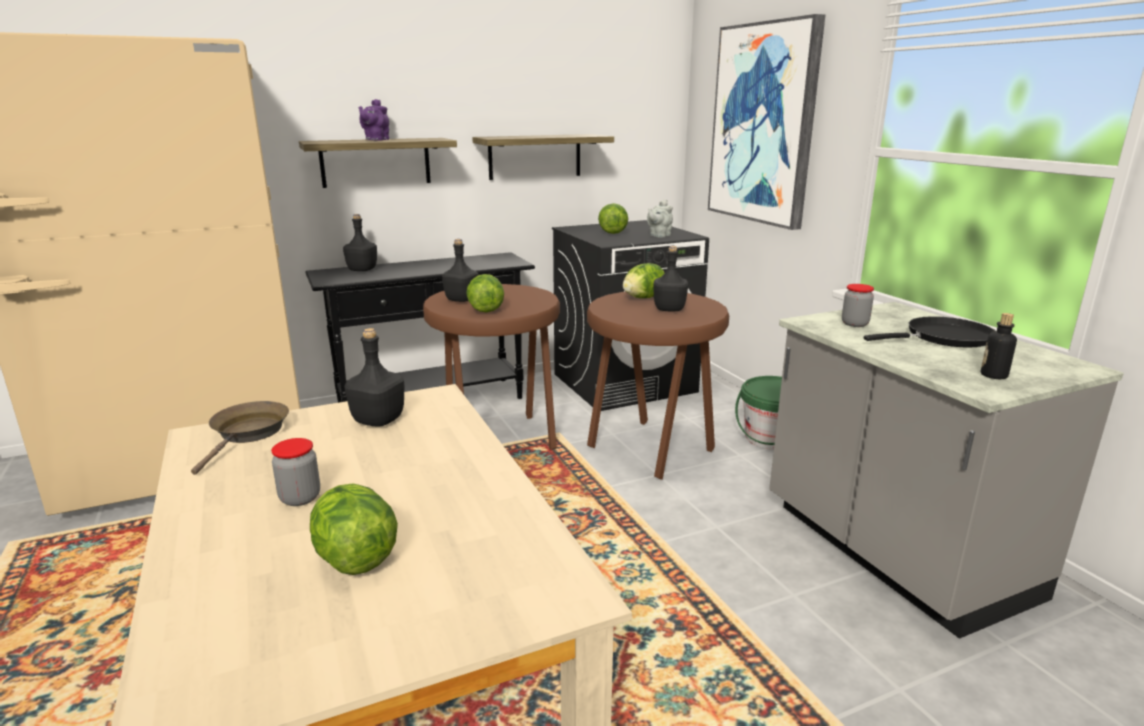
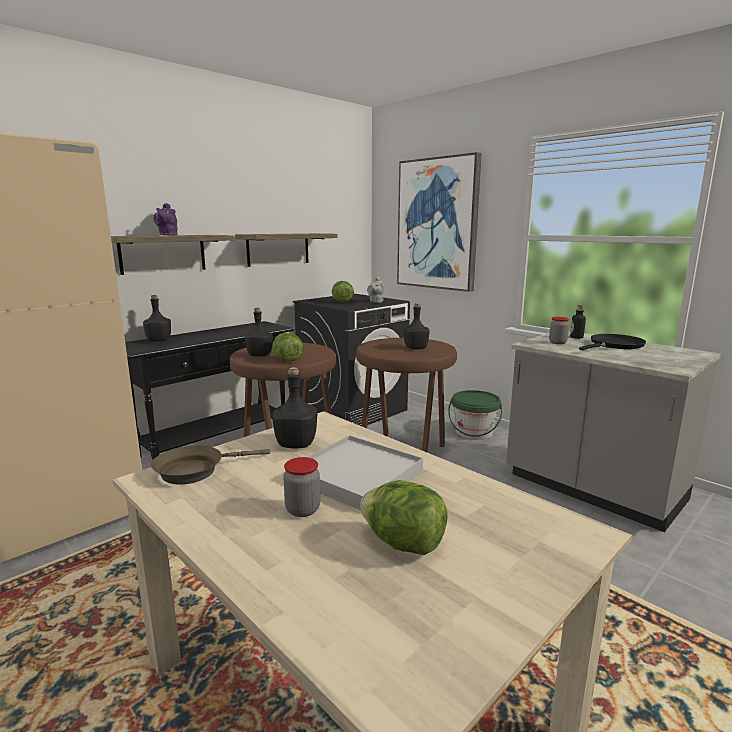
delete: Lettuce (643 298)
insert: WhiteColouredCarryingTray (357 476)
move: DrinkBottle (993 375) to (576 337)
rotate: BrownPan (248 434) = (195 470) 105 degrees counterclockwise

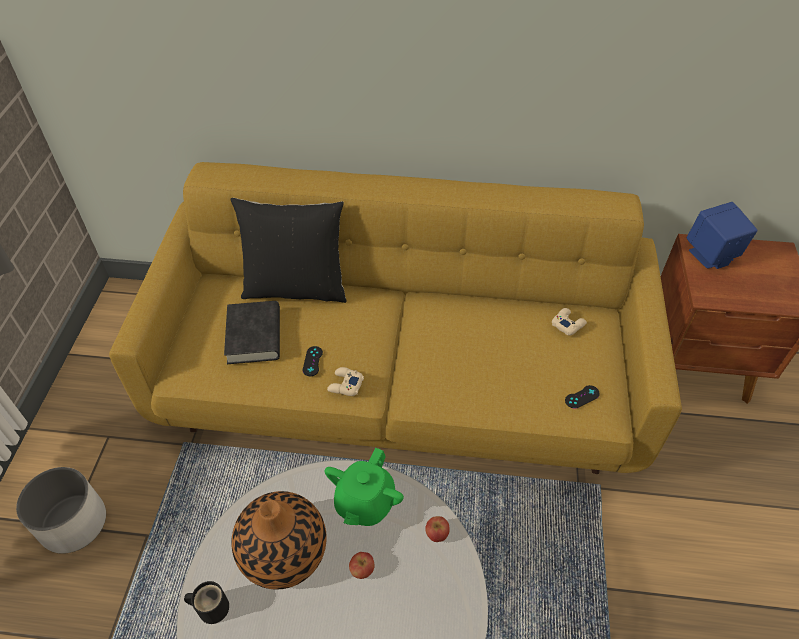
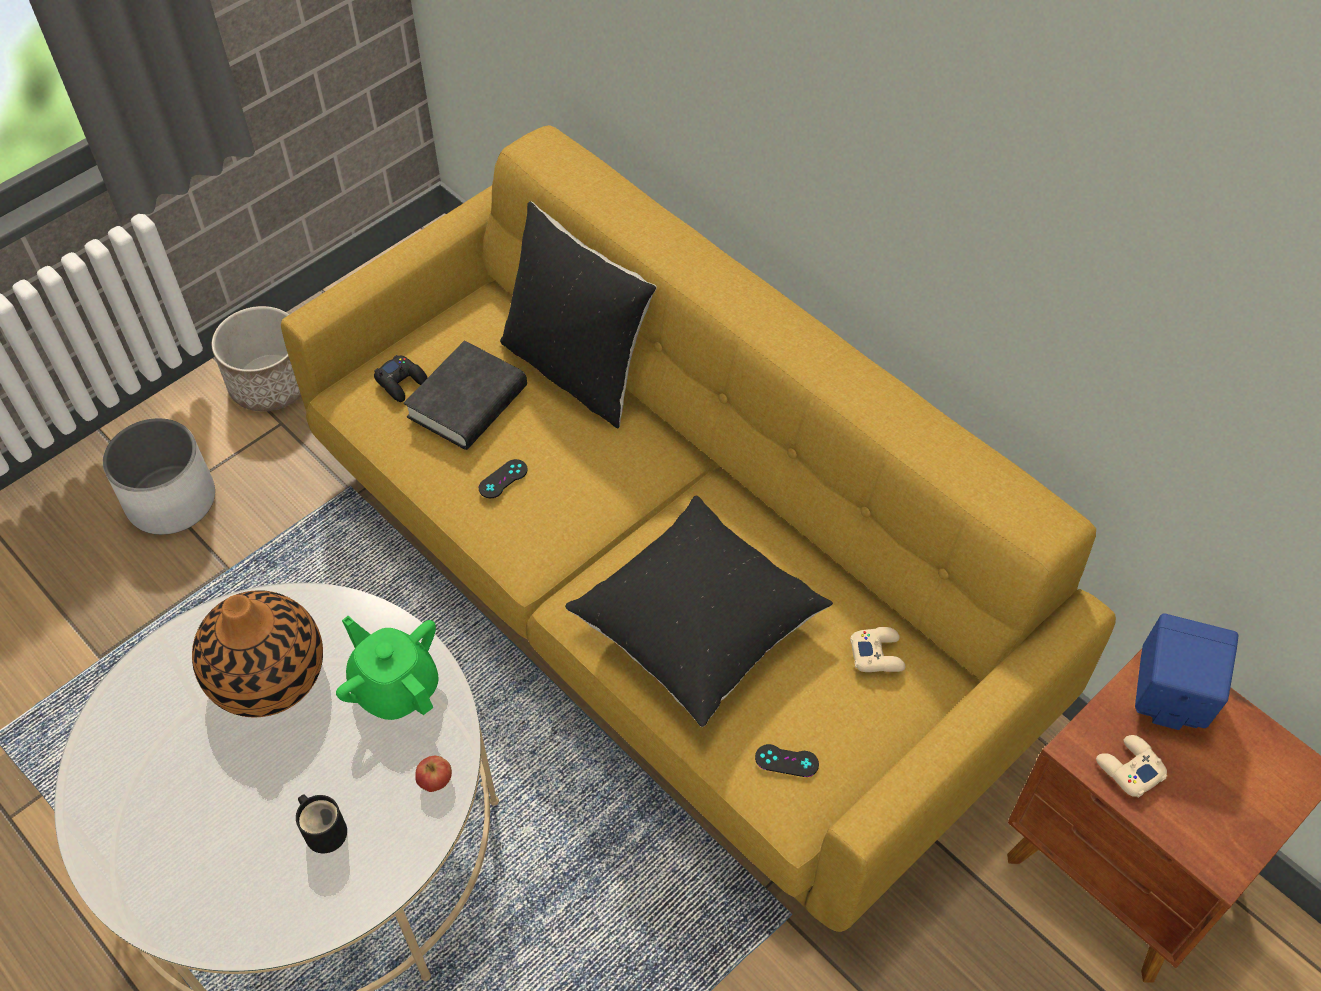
delete: WholeApple (362 570)
insert: PlantPot (271 383); BlackishJoypad (402 382); BlackishThrowPillow (698 626)
move: BlackishMug (211 606) to (325 829); BeigeJoypad (345 385) to (1129 769)
rotate: GreenColouredTeaPot (364 503) = (395 687) 75 degrees clockwise

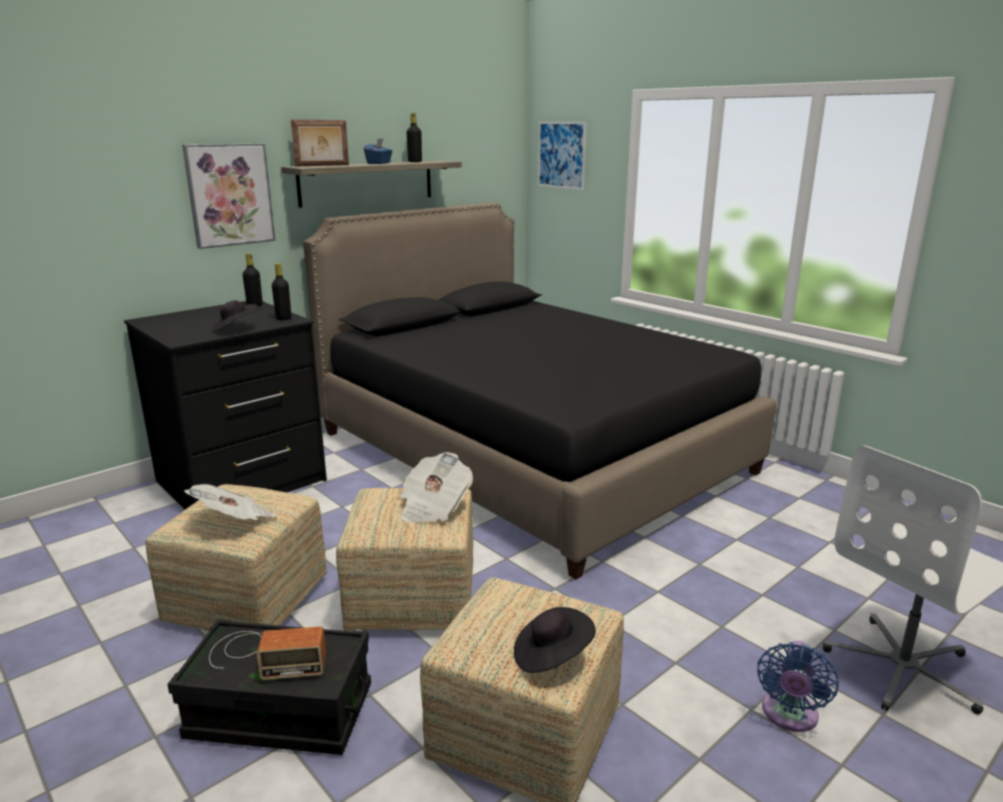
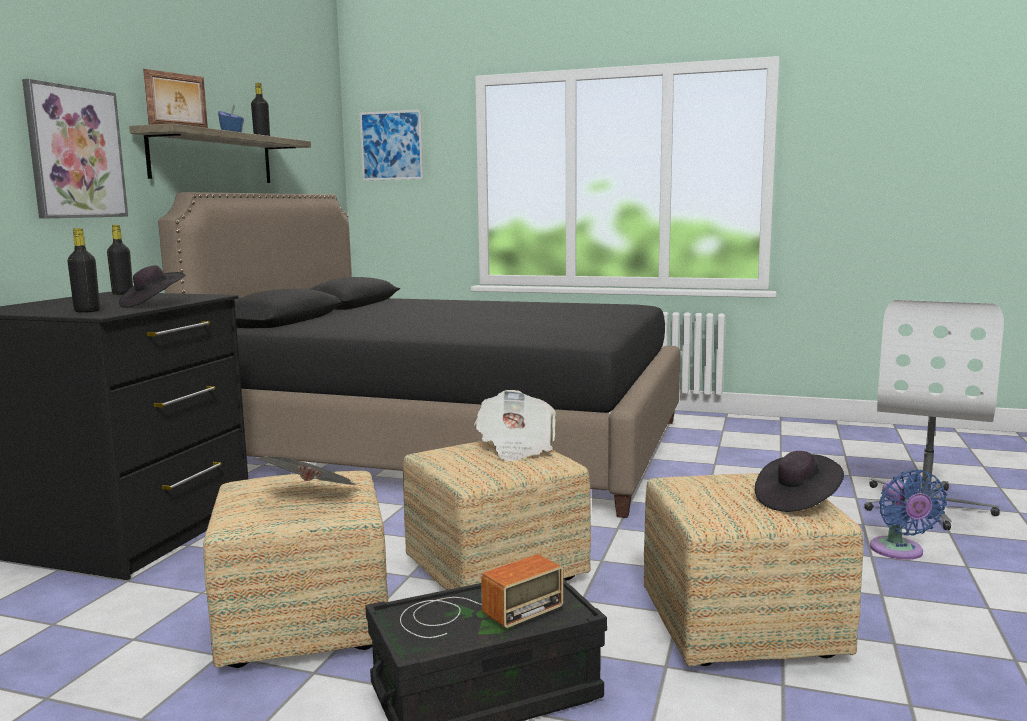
move: BlackishDrinkBottle (283 318) to (87 311)

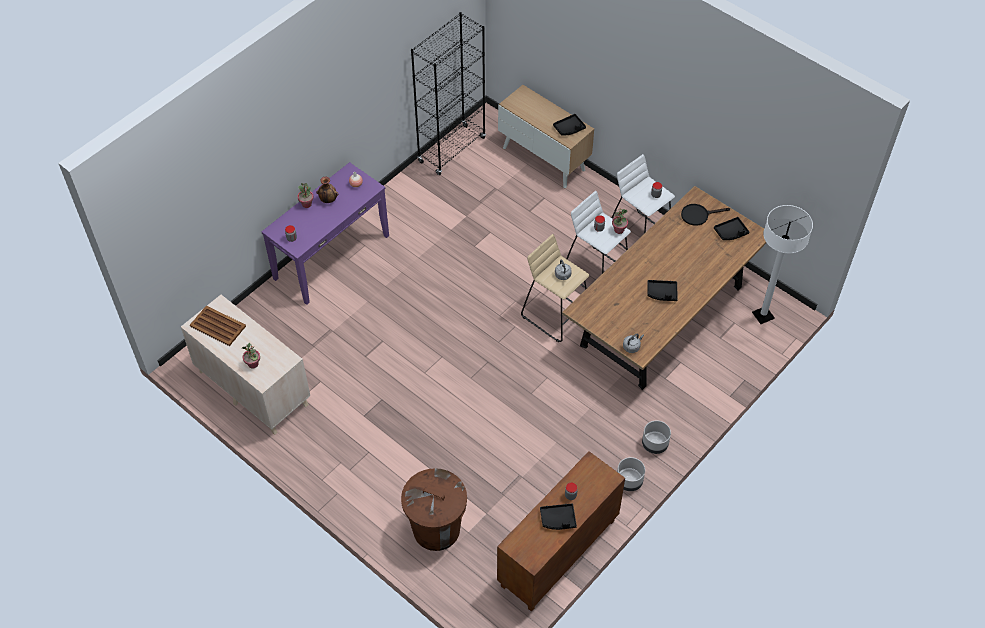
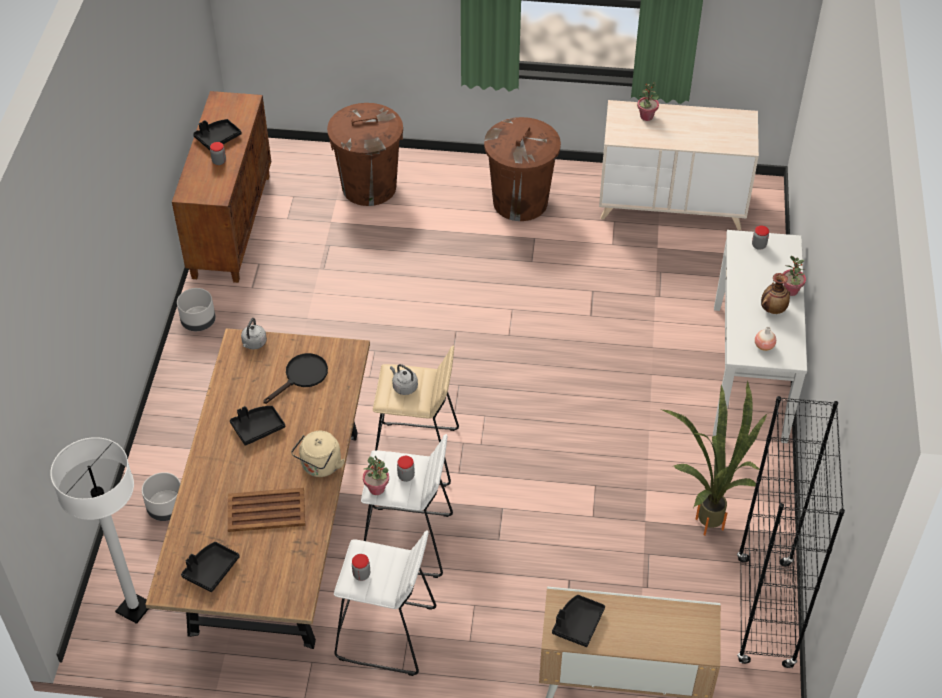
insert: BeigeKettle (320 466); BrownRubbishBin (520 202); Houseplant (708 516)
move: GrayPlantPot (655 444) to (166 508); BrownCarryingTray (217 326) to (267 510); BlackishPan (698 215) to (302 376)
recolor: PurpleConsoleTable (331 256) to WhiteColouredConsoleTable (750 372)

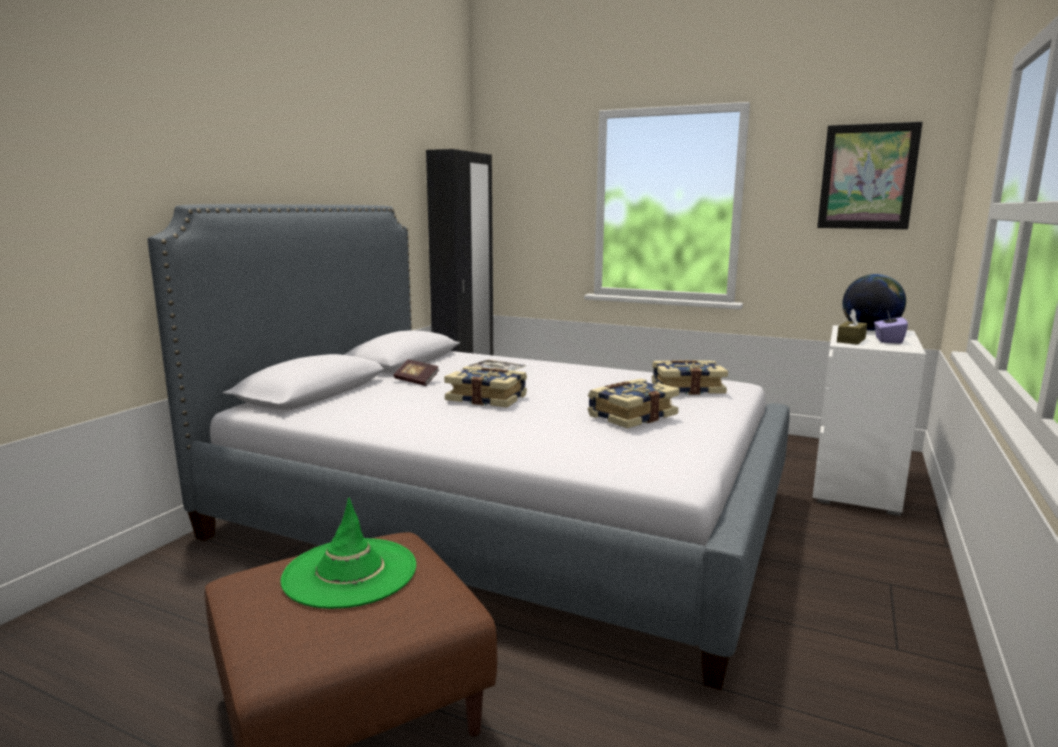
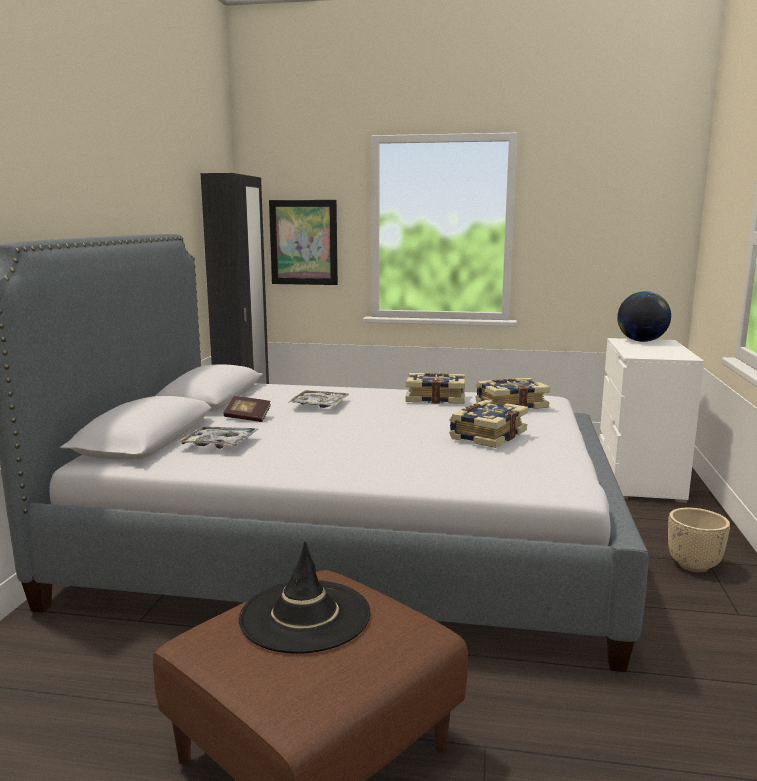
delete: BrownTissueBox (851 340); PurpleTissueBox (887 340)
insert: CarryingTray (219 444); BeigePlantPot (694 565)
move: Picture (867 177) to (303 242); Book (487 398) to (435 398)
recolor: GreenColouredWearableHat (350 573) to BlackishWearableHat (305 616)

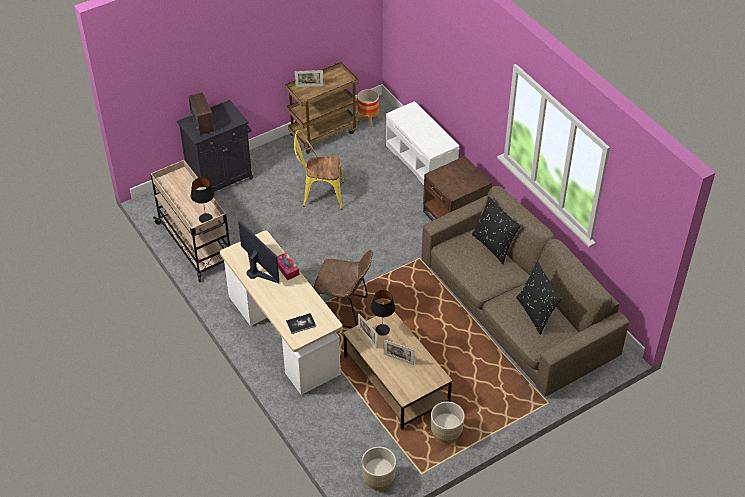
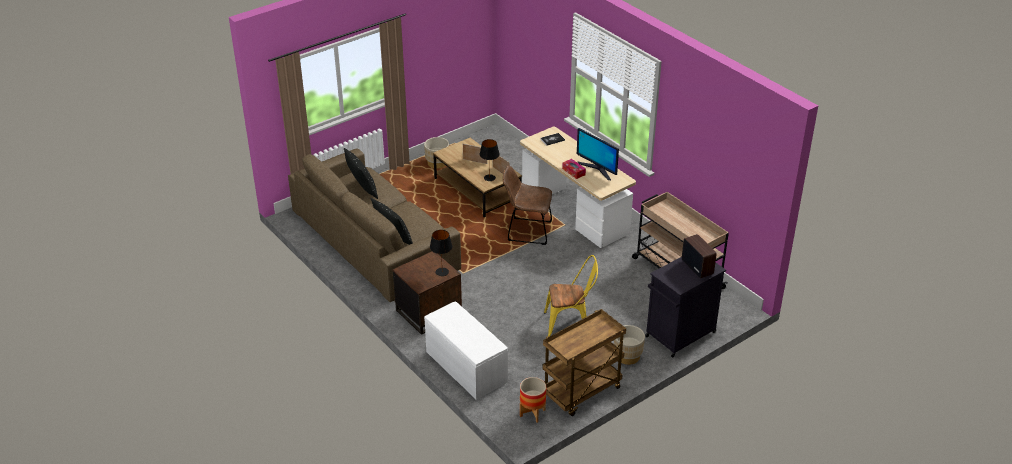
delete: PictureFrame (309 86)
move: BlackishTableLamp (205 218) to (442 272); BeigePlantPot (378 478) to (627 356)

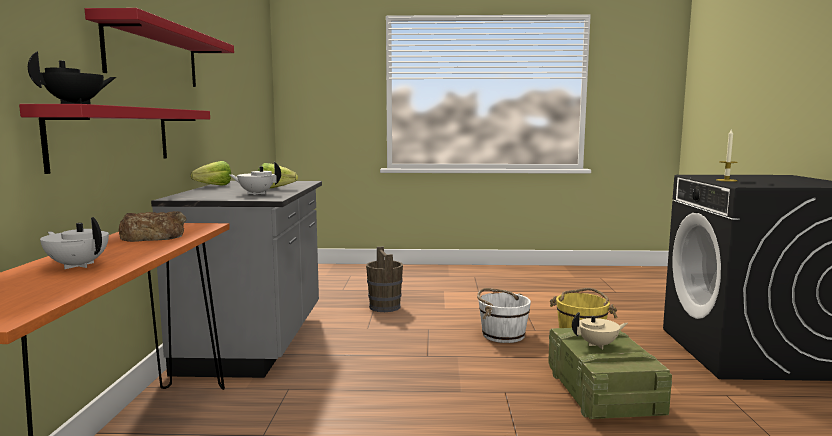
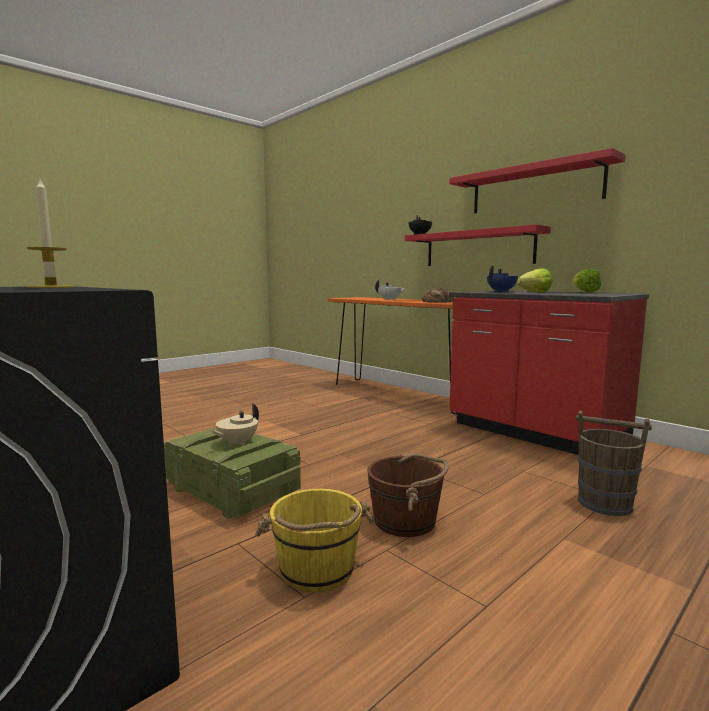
recolor: WhiteColouredPail (502 335) to BrownPail (406 521); GrayKitchenBaseUnit (256 341) to RedKitchenBaseUnit (535 433); WhiteColouredTeaPot (256 193) to BlueColouredTeaPot (502 292)

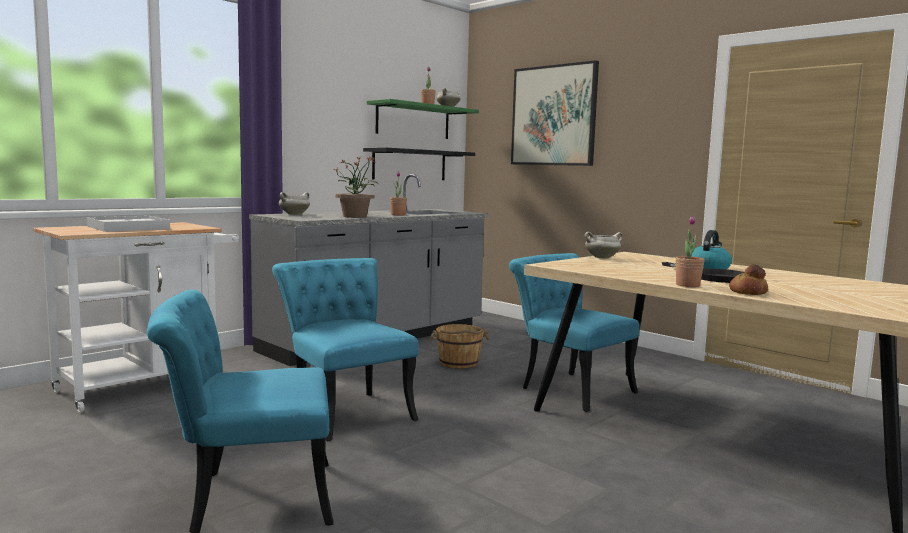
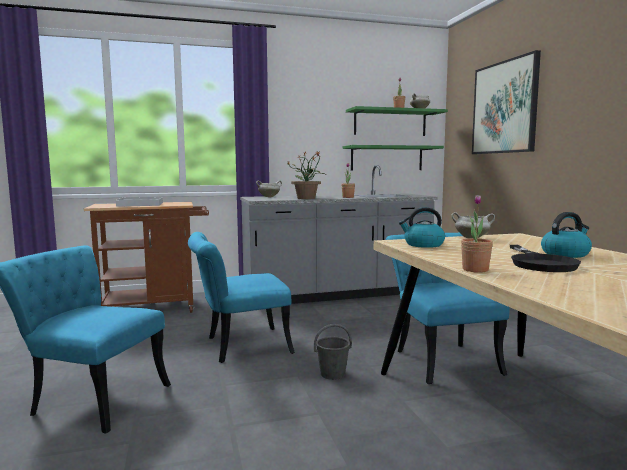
delete: BrownPail (459 363); BakedBread (747 292)
insert: GrayPail (333 374); Kettle (423 245)
recolor: WhiteColouredWheeledCart (147 384) to BrownWheeledCart (155 308); BlackishBracketShelf (409 165) to GreenColouredBracketShelf (386 158)
rotate: BlueGreenPlainChair (345 411) = (239 346) 105 degrees counterclockwise

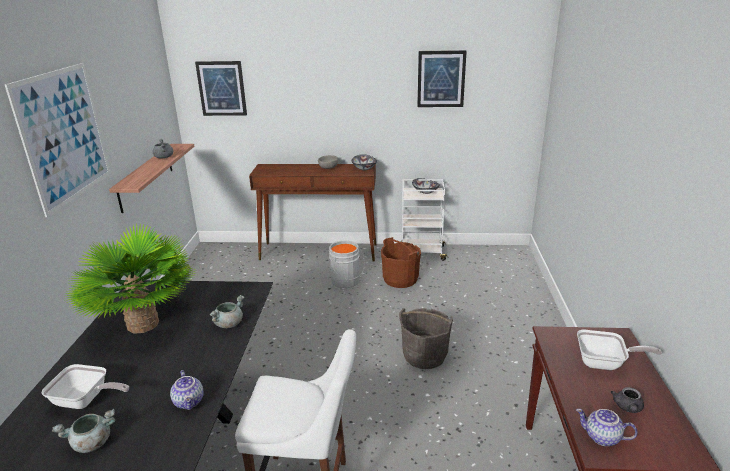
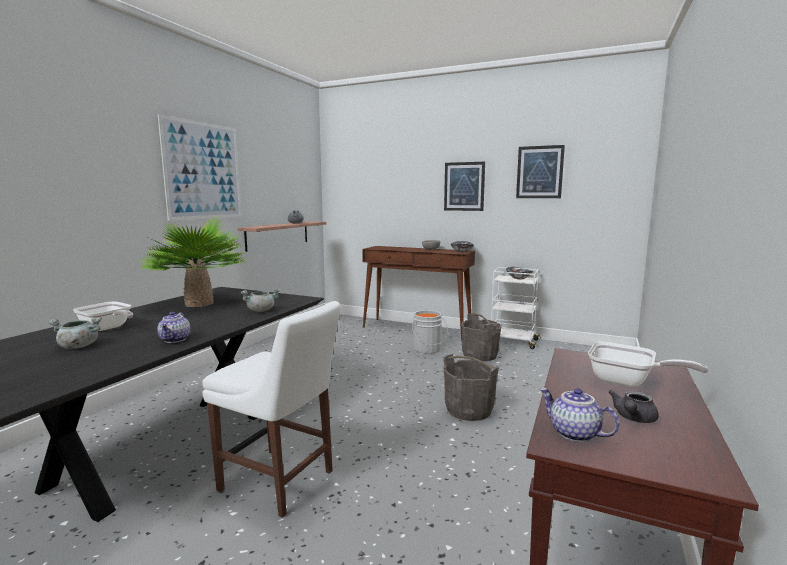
move: Picture (222 88) to (464 186)
recolor: BrownPail (400 279) to GrayPail (480 355)

